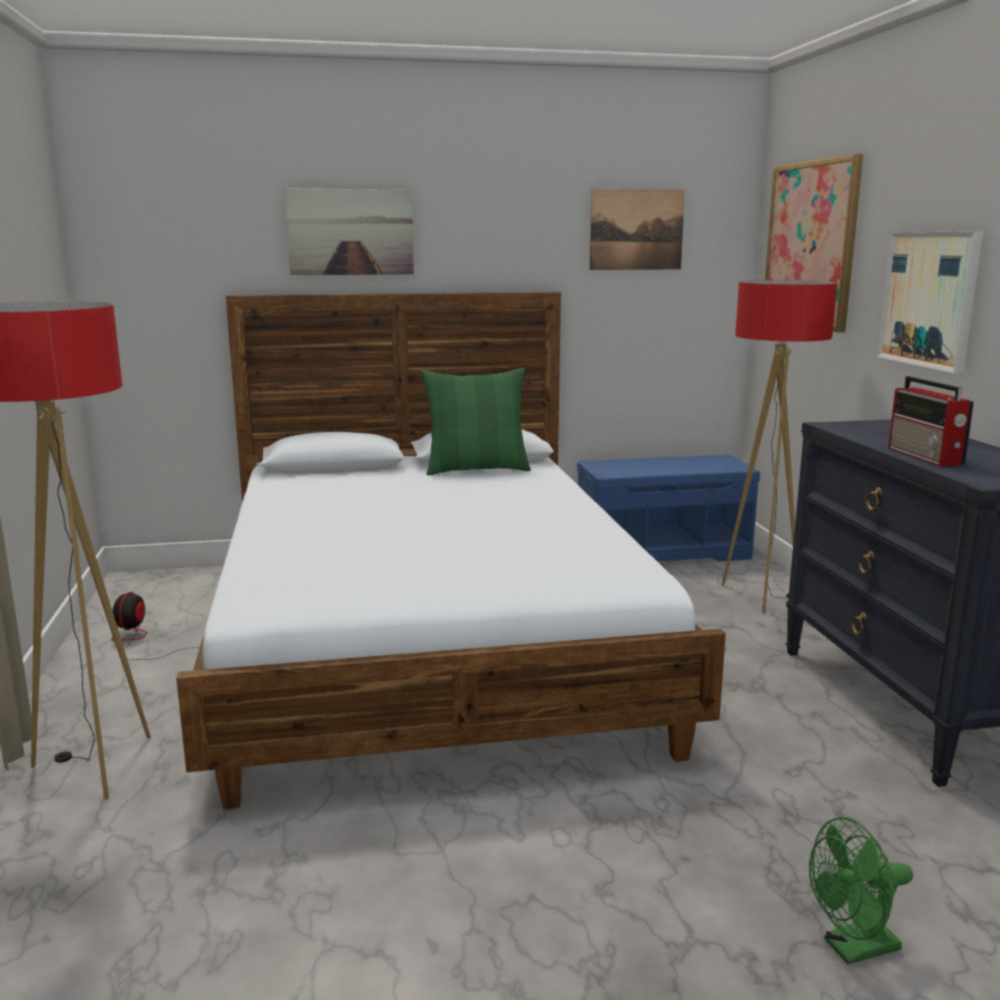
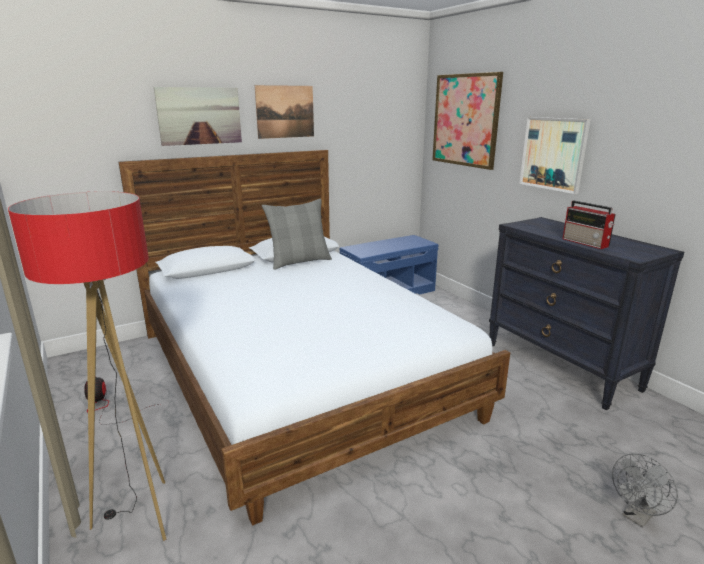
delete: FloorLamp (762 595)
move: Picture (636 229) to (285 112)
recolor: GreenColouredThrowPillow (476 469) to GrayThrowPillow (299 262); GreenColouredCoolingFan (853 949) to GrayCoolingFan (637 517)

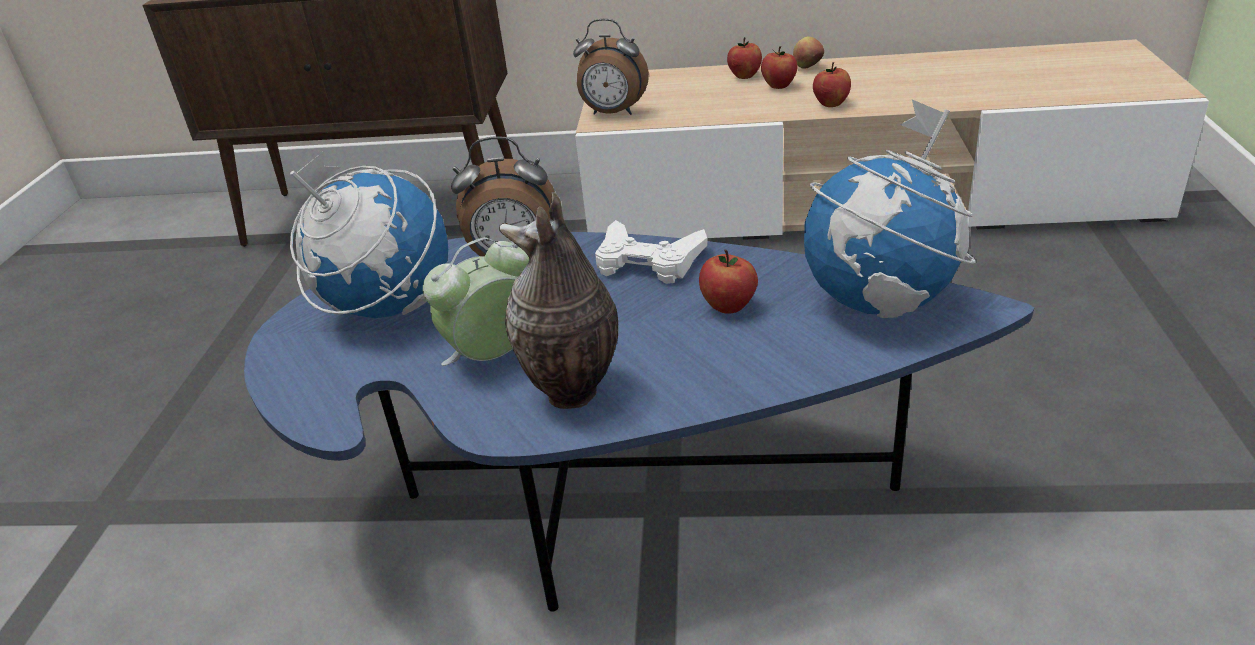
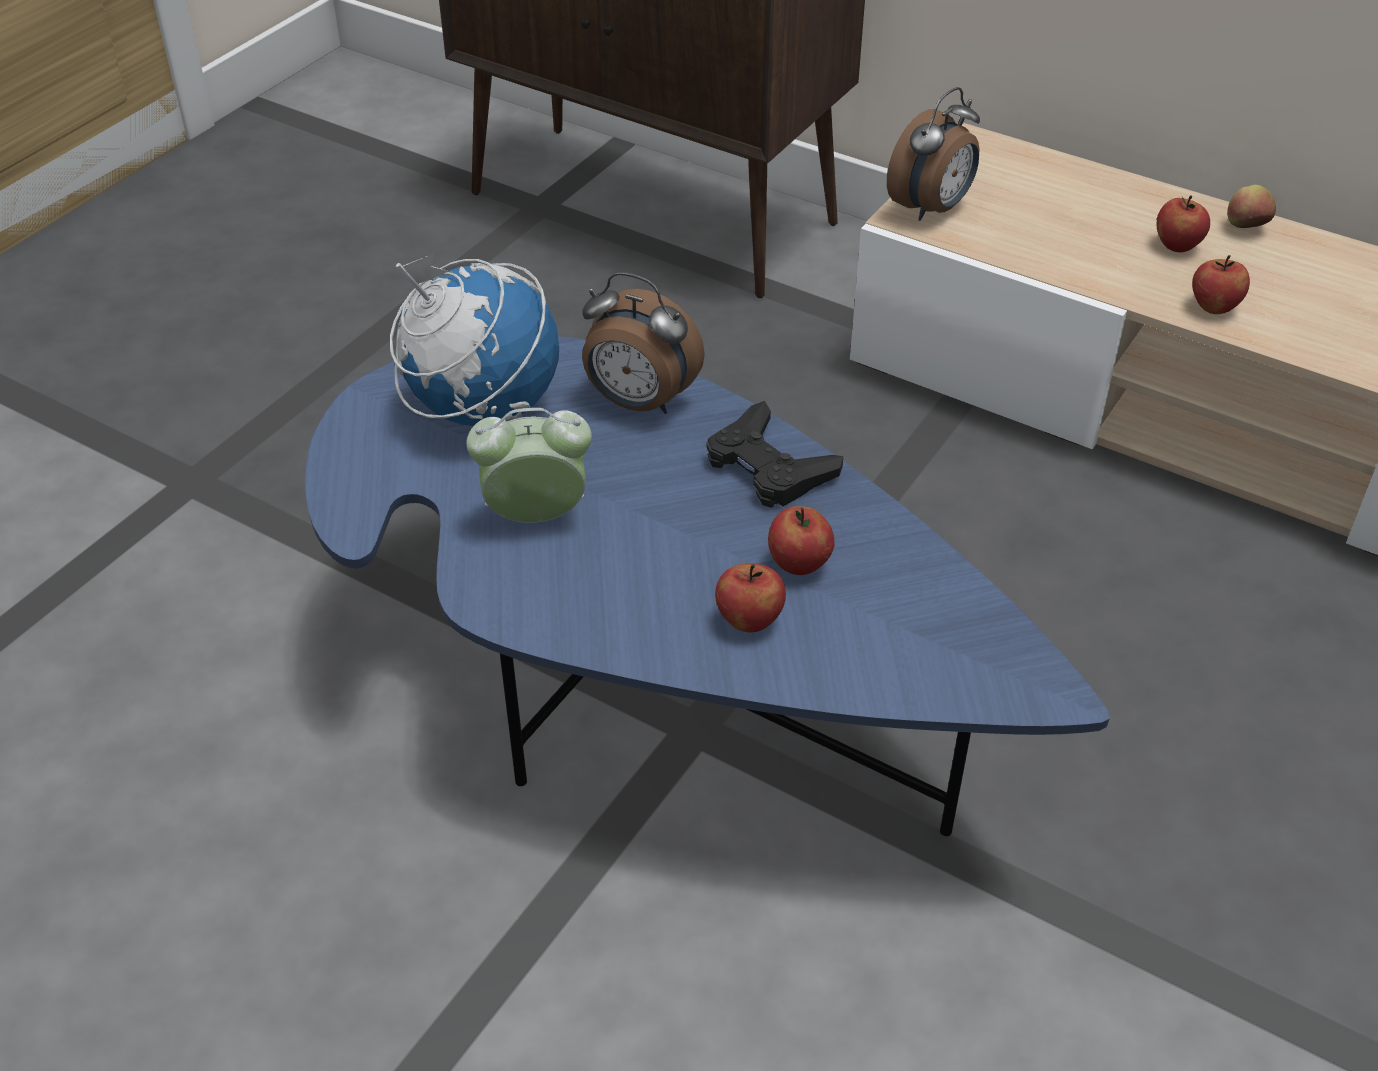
delete: FlowerVase (572 393); Globe (882 302)
move: WholeApple (744 76) to (749 620)
recolor: WhiteColouredJoypad (648 261) to BlackishJoypad (768 467)
rotate: TableClock (613 113) = (932 208) 90 degrees counterclockwise

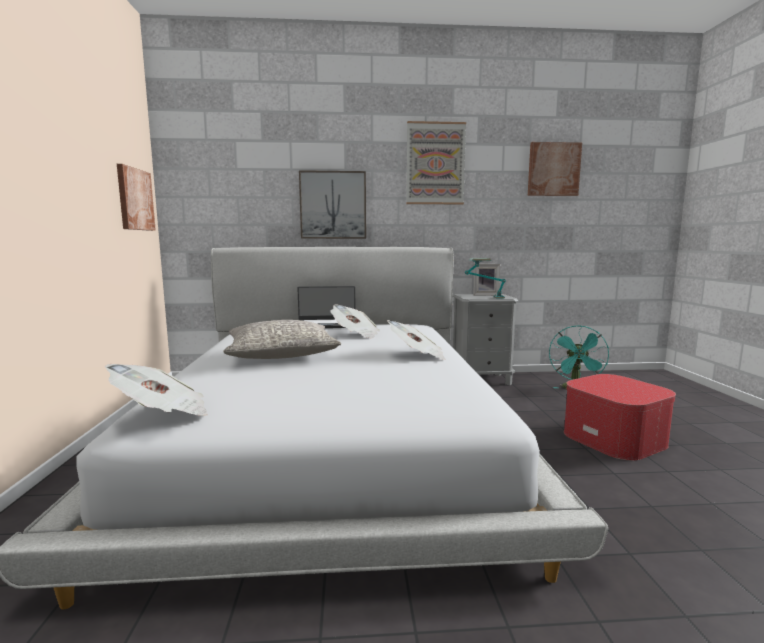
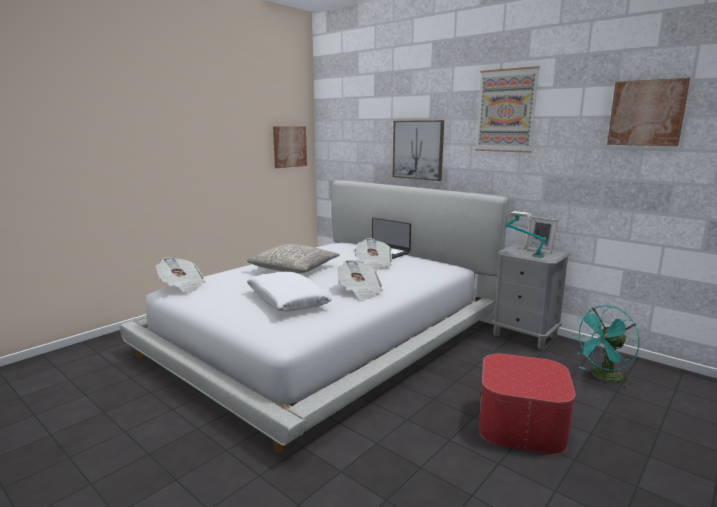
insert: WhiteColouredThrowPillow (287 301)

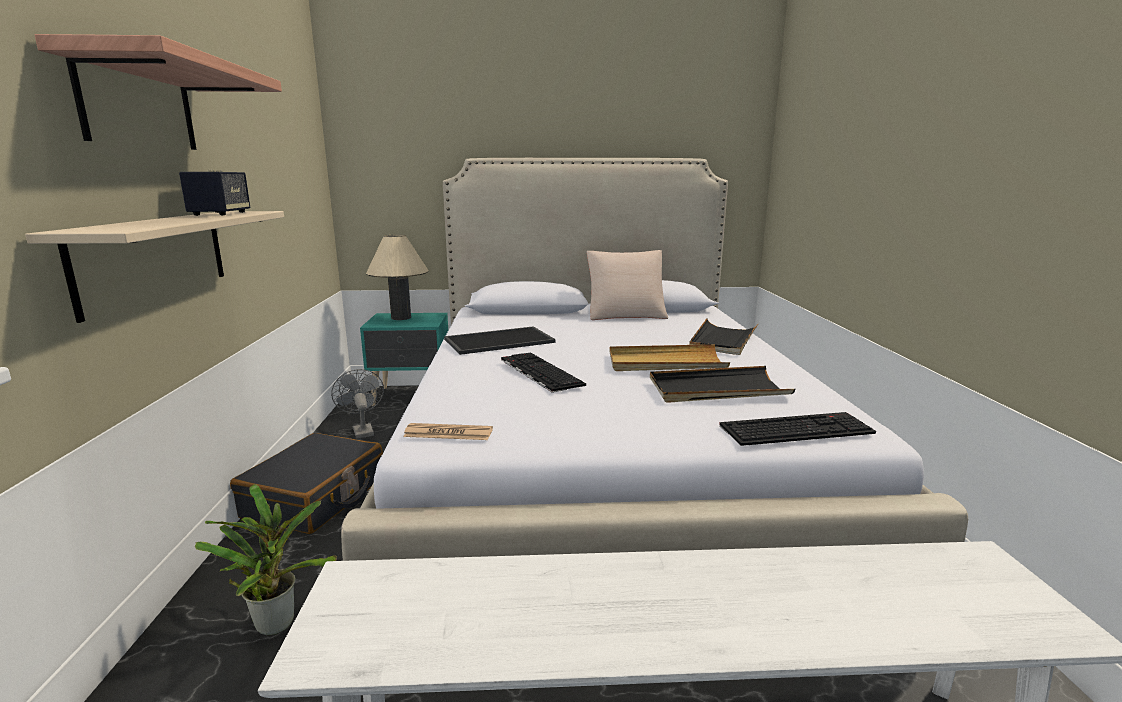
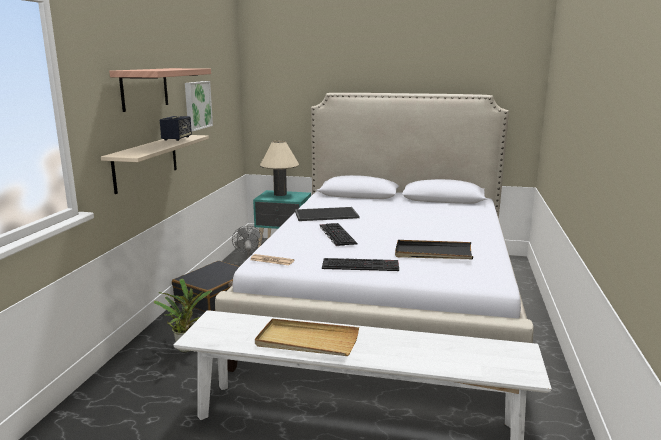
delete: BeigeThrowPillow (625 314); BlackishCarryingTray (723 340)
insert: Picture (196 105)
move: BeigeCarryingTray (665 363) to (307 341); PcKeyboard (796 428) to (361 265)

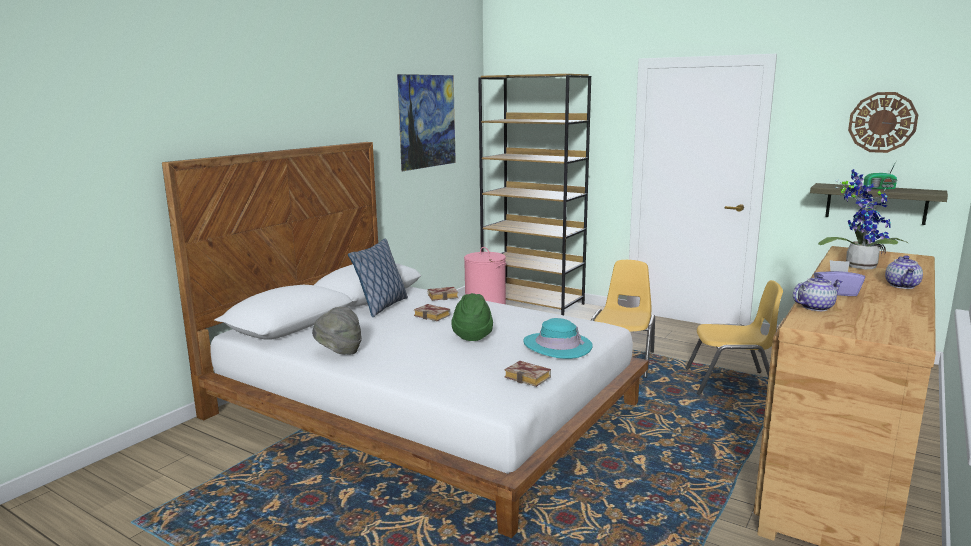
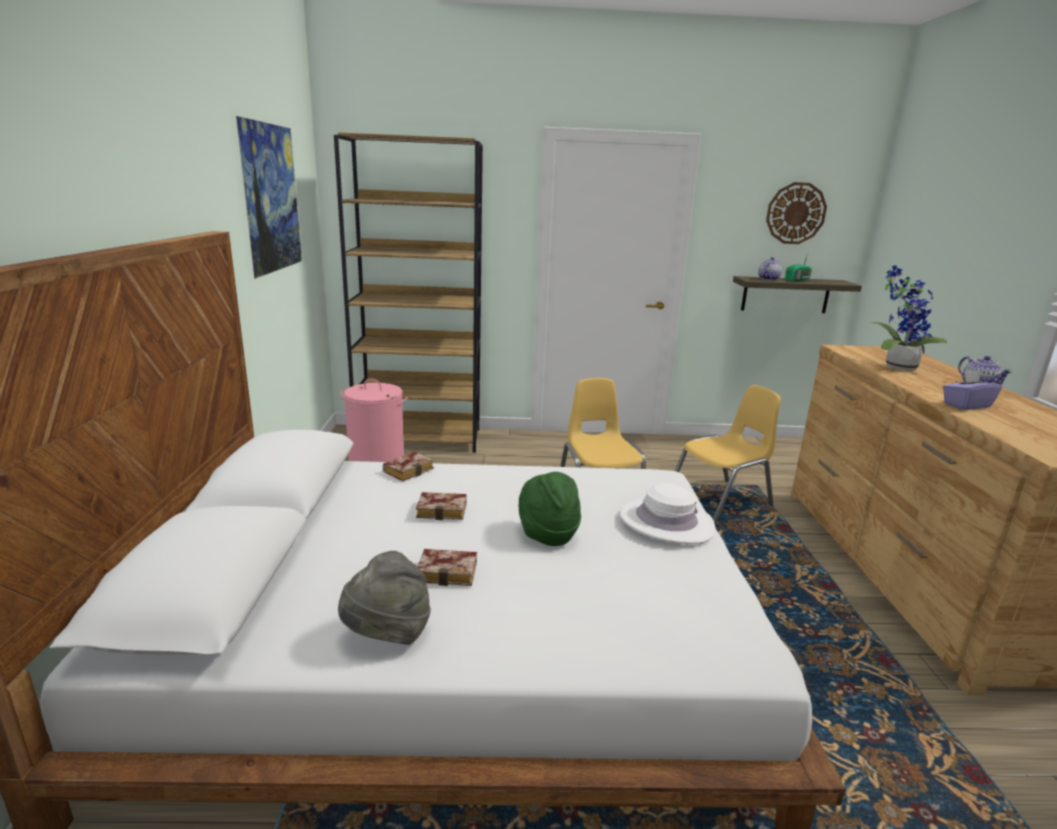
delete: ThrowPillow (382 307)
move: Book (529 377) to (450 572); TeaPot (815 307) to (768 279)
recolor: BlueGreenWearableHat (557 346) to WhiteColouredWearableHat (666 522)

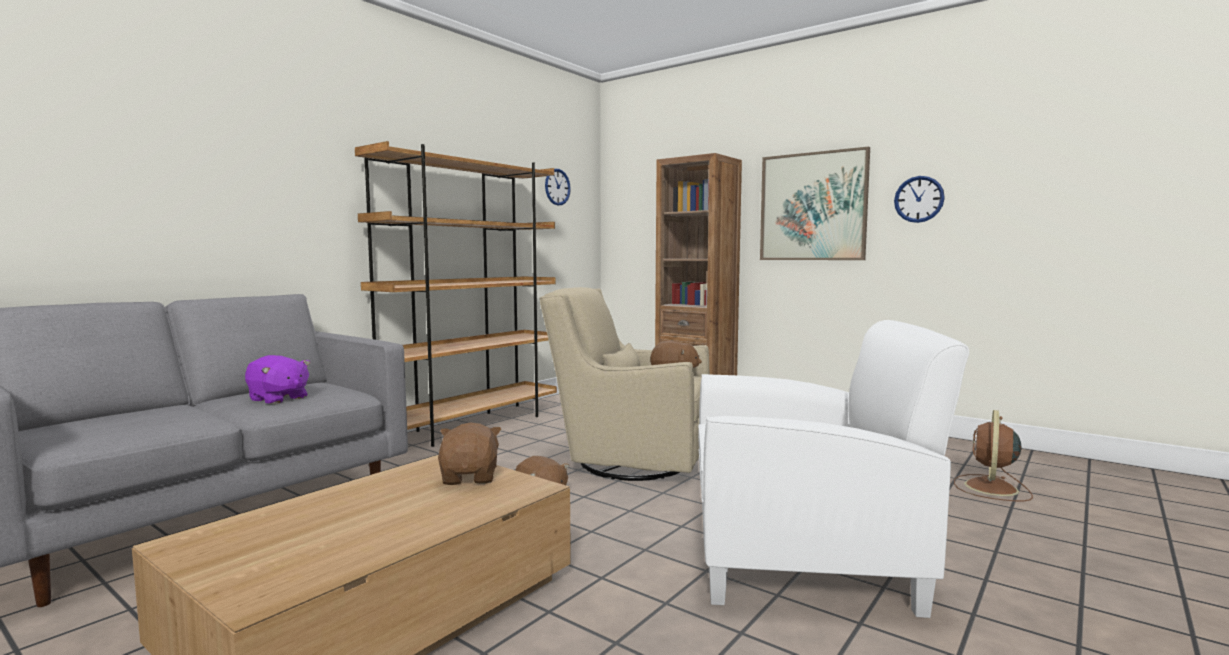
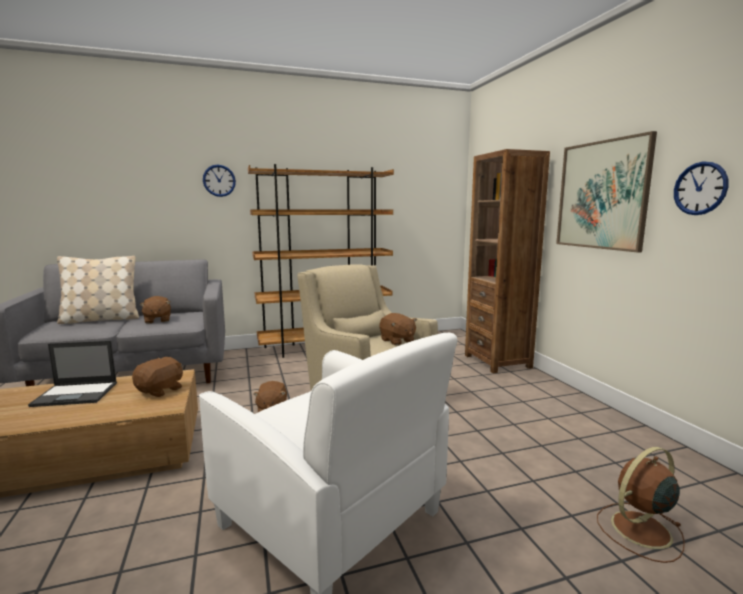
insert: Laptop (76 394); BeigeThrowPillow (101 319)
move: ClockOnTheWall (557 187) to (219 180)
recolor: PurpleSoftToy (278 399) to BrownSoftToy (157 320)

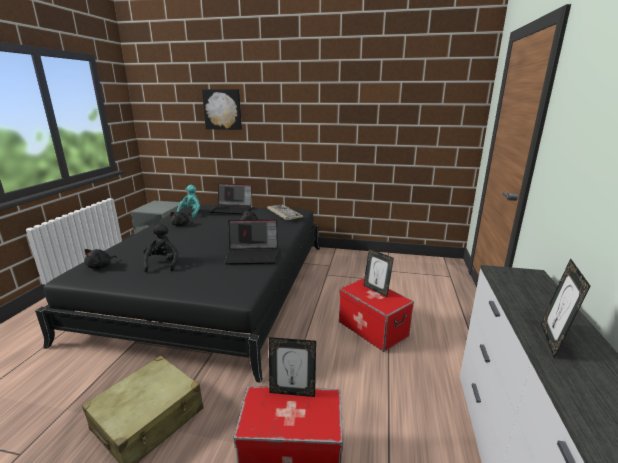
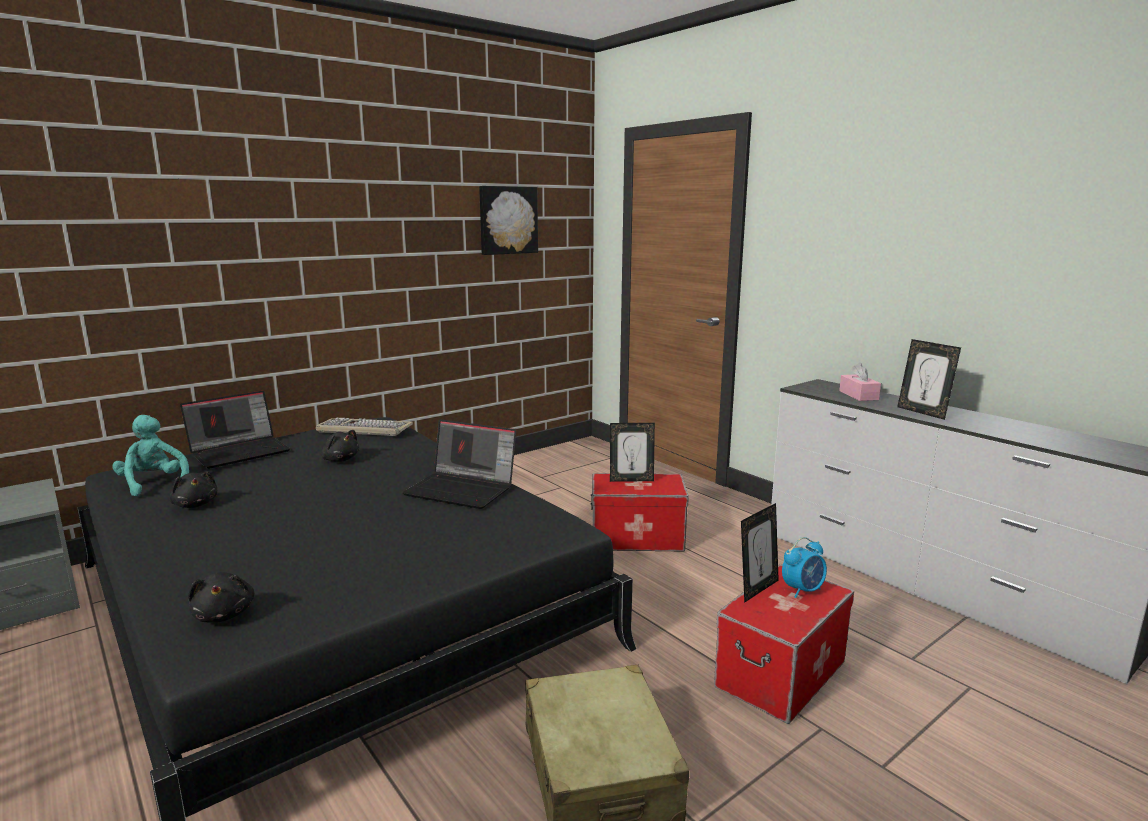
delete: BlackishSoftToy (162 264)
insert: TableClock (803 590); PinkColouredTissueBox (858 395)
move: Picture (223 109) to (507 220)
rotate: Laptop (253 255) = (463 489) 75 degrees clockwise

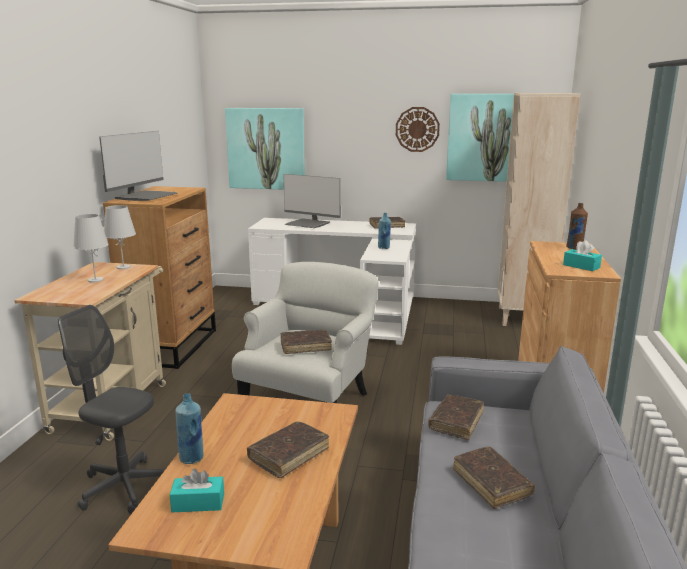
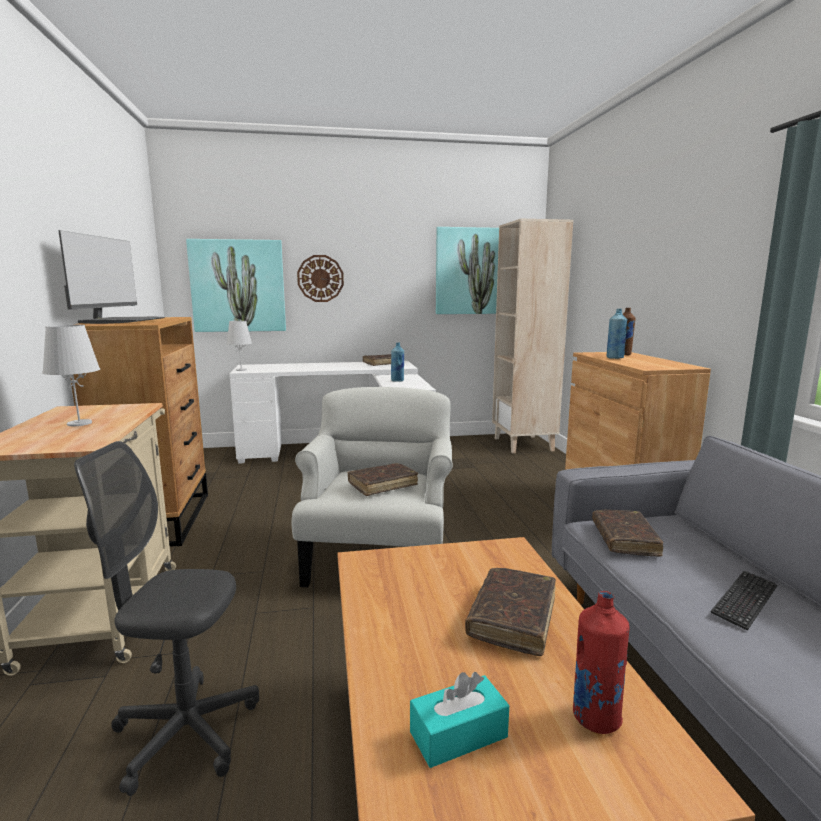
delete: ComputerDisplay (308 224); BlueGreenTissueBox (581 266)
insert: RedDrinkBottle (595 717)
move: WhiteColouredTableLamp (123 267) to (241 370); ClockOnTheWall (417 129) to (320 278); BlueColouredDrinkBottle (192 458) to (615 358)
replace: BrownBook (491 483) to PcKeyboard (745 601)

